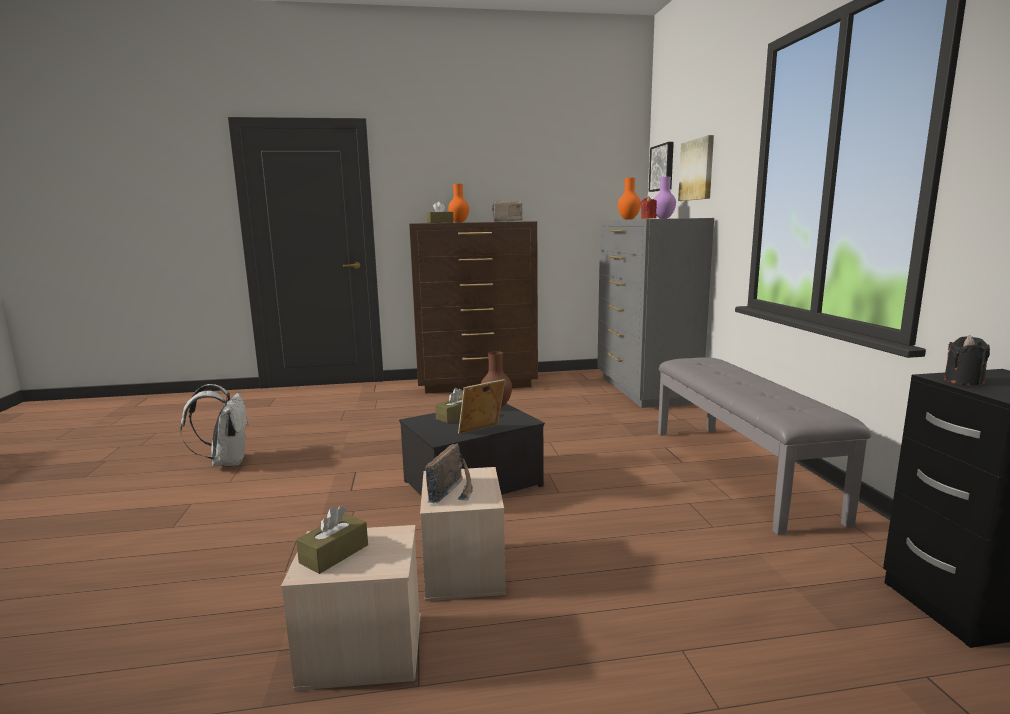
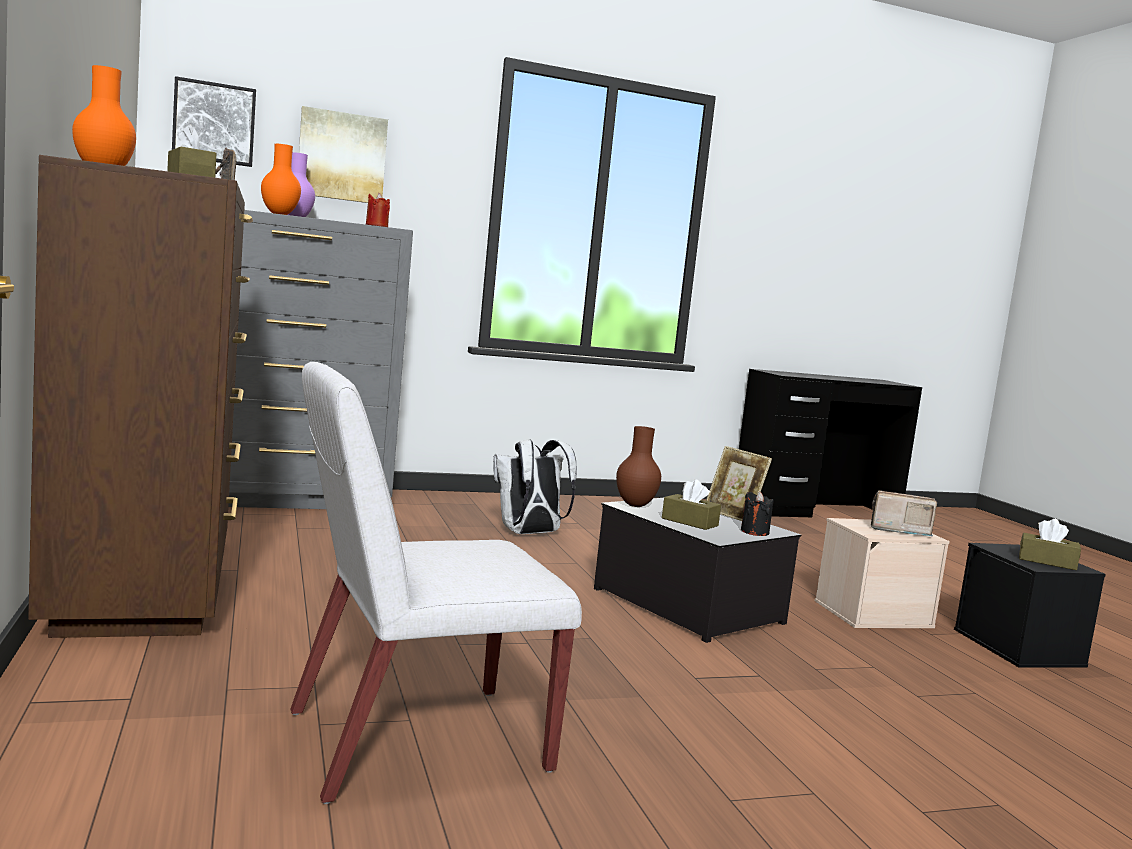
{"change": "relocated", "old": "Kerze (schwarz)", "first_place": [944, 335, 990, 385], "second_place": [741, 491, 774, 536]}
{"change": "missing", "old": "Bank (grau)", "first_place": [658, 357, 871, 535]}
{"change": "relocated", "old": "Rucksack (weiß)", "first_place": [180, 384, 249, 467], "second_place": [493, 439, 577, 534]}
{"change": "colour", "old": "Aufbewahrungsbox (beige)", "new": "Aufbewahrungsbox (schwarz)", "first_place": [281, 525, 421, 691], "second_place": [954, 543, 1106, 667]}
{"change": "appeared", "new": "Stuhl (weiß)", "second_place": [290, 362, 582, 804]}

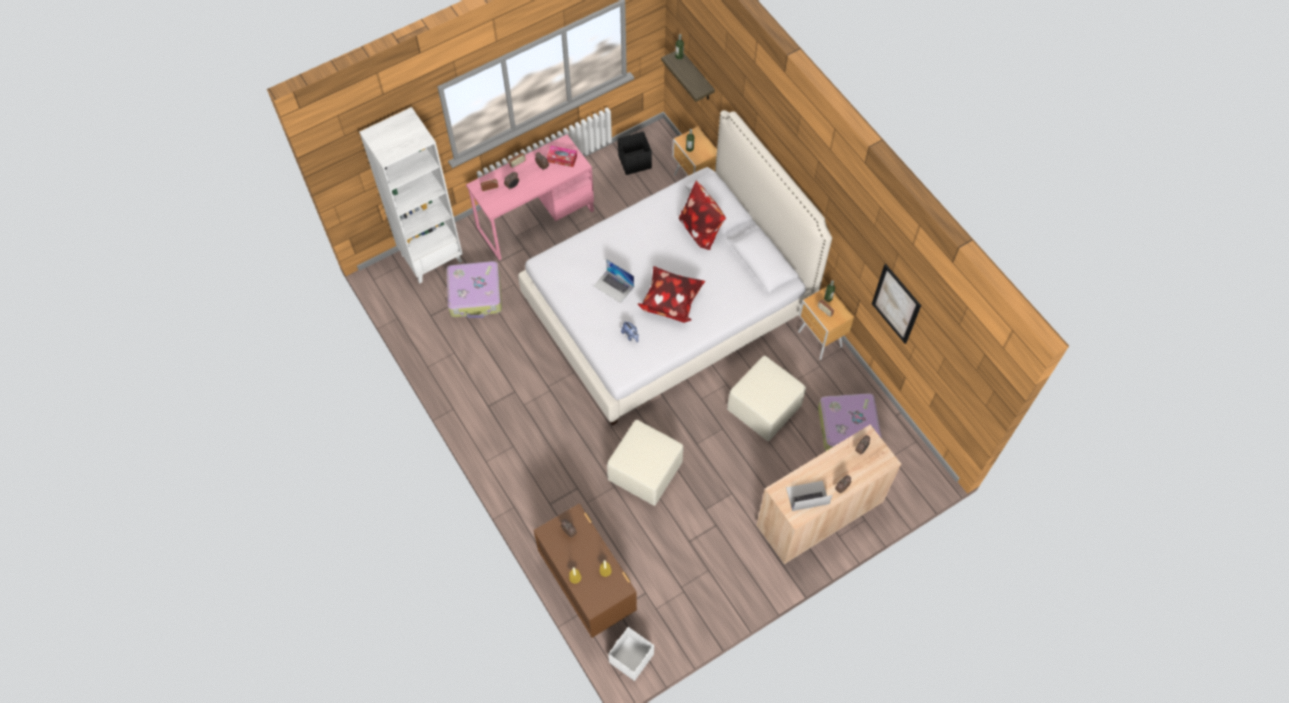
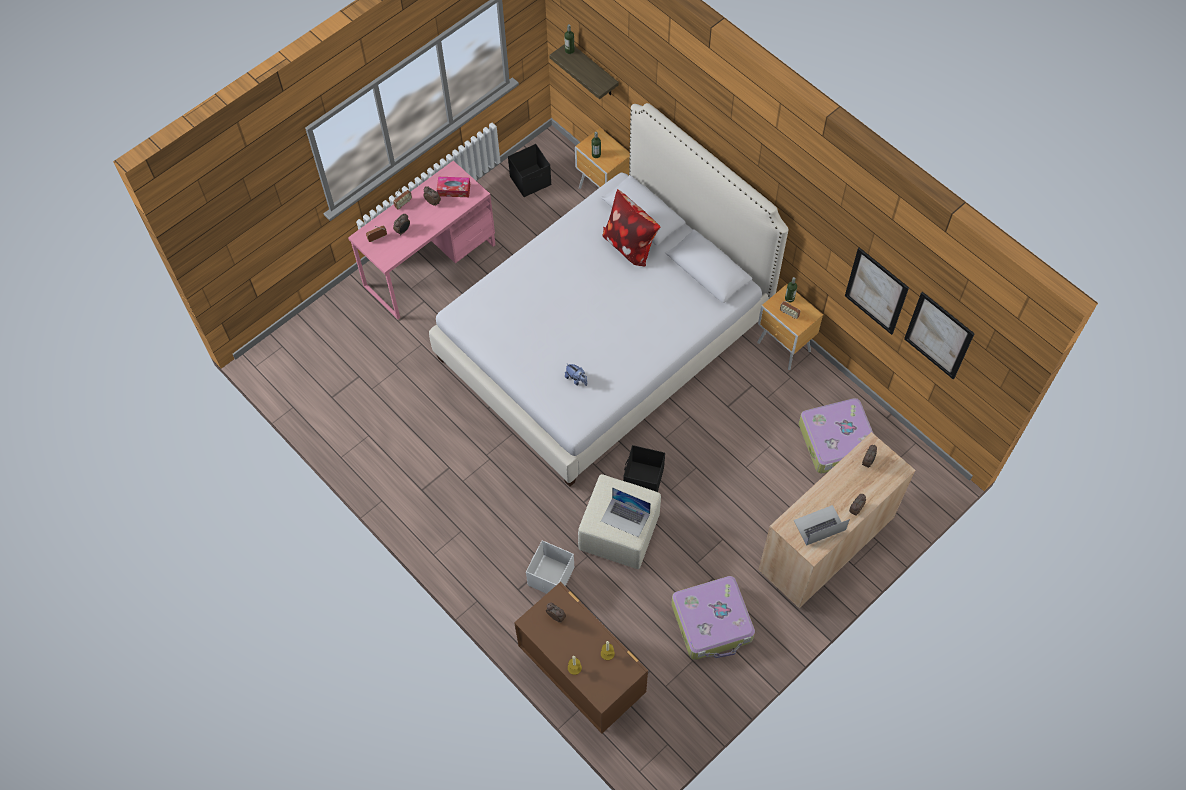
{"change": "missing", "old": "Bücherregal (weiß)", "first_place": [359, 107, 463, 284]}
{"change": "relocated", "old": "Laptop", "first_place": [594, 259, 634, 303], "second_place": [601, 487, 651, 537]}
{"change": "relocated", "old": "Koffer", "first_place": [446, 261, 502, 318], "second_place": [671, 576, 755, 660]}
{"change": "missing", "old": "Kissen", "first_place": [638, 266, 705, 323]}
{"change": "missing", "old": "Polsterhocker (beige)", "first_place": [727, 356, 806, 441]}
{"change": "relocated", "old": "Aufbewahrungsbox (weiß)", "first_place": [608, 627, 654, 681], "second_place": [526, 540, 574, 594]}
{"change": "appeared", "new": "Bild", "second_place": [904, 292, 975, 379]}
{"change": "appeared", "new": "Aufbewahrungsbox (schwarz)", "second_place": [623, 445, 665, 492]}

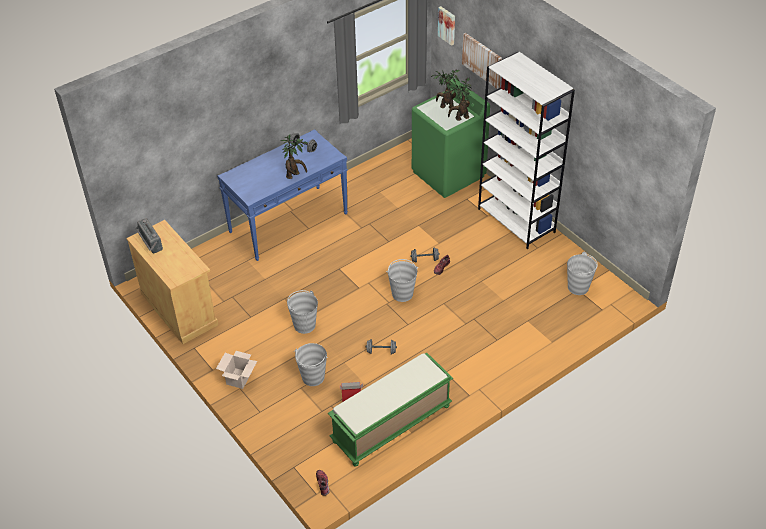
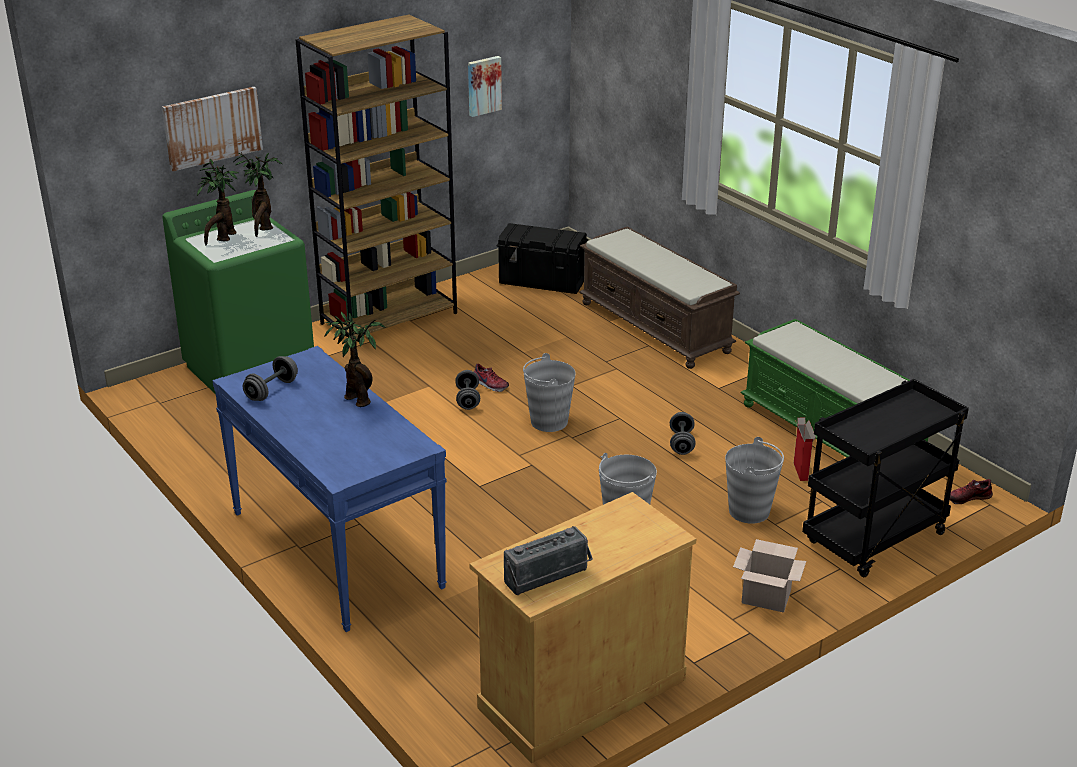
{"change": "relocated", "old": "Bild", "first_place": [438, 6, 455, 46], "second_place": [468, 56, 502, 117]}
{"change": "colour", "old": "Bücherregal (weiß)", "new": "Bücherregal (braun)", "first_place": [478, 52, 575, 249], "second_place": [296, 15, 457, 338]}
{"change": "exchanged", "old": "Eimer (grau)", "new": "Aufbewahrungsbox (schwarz)", "first_place": [567, 252, 598, 295], "second_place": [497, 223, 588, 294]}
{"change": "appeared", "new": "Bank (braun)", "second_place": [579, 227, 740, 369]}
{"change": "appeared", "new": "Rollwagen (schwarz)", "second_place": [802, 379, 969, 577]}

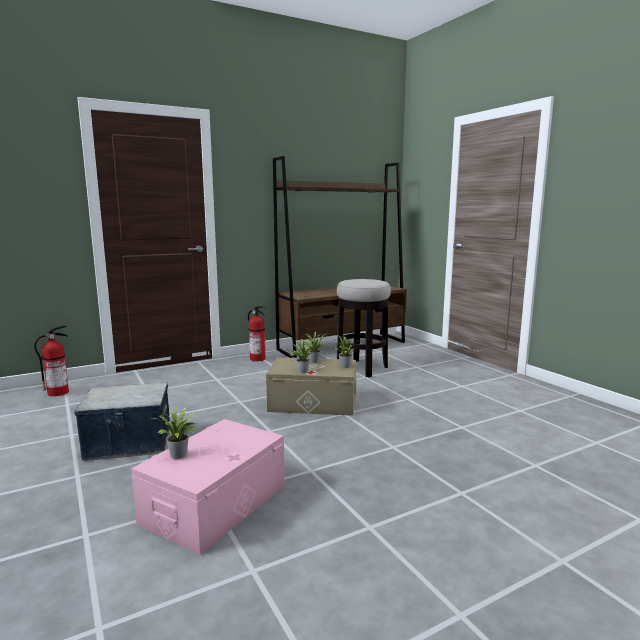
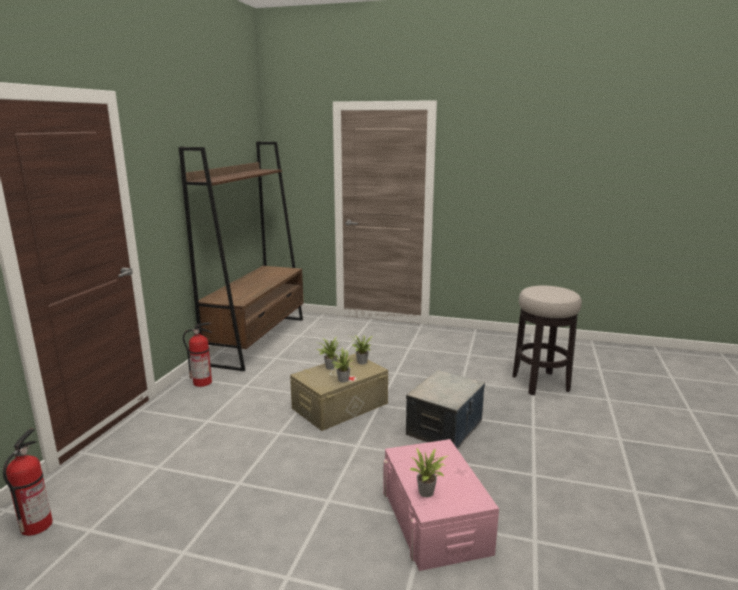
{"change": "relocated", "old": "Hocker", "first_place": [337, 279, 391, 377], "second_place": [512, 286, 582, 395]}
{"change": "relocated", "old": "Aufbewahrungsbox", "first_place": [74, 383, 170, 461], "second_place": [406, 370, 485, 449]}

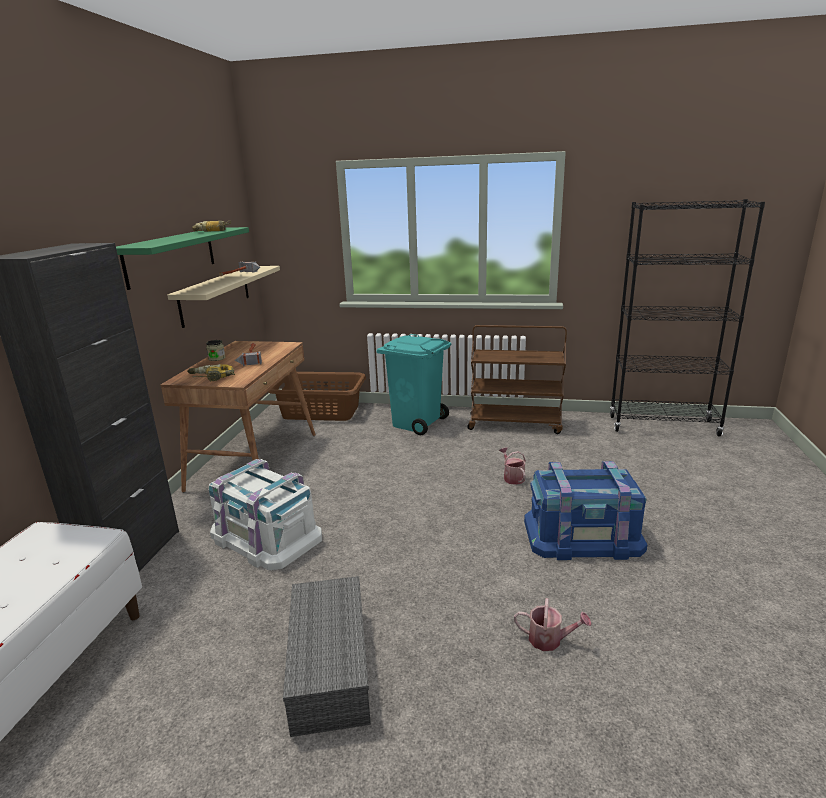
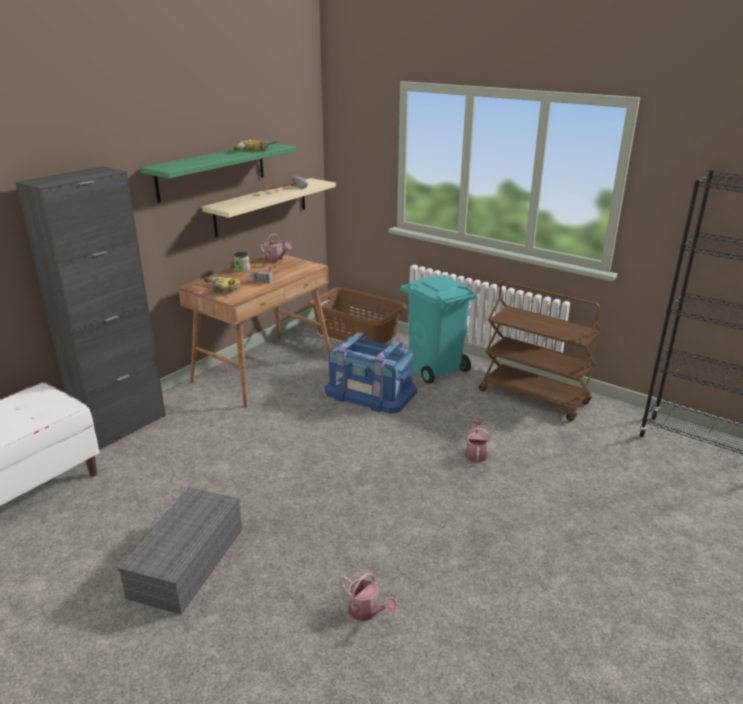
{"change": "missing", "old": "Aufbewahrungsbox (weiß)", "first_place": [209, 459, 322, 570]}
{"change": "relocated", "old": "Aufbewahrungsbox (blau)", "first_place": [524, 461, 647, 560], "second_place": [325, 332, 417, 413]}
{"change": "appeared", "new": "Gießkanne", "second_place": [260, 234, 292, 263]}

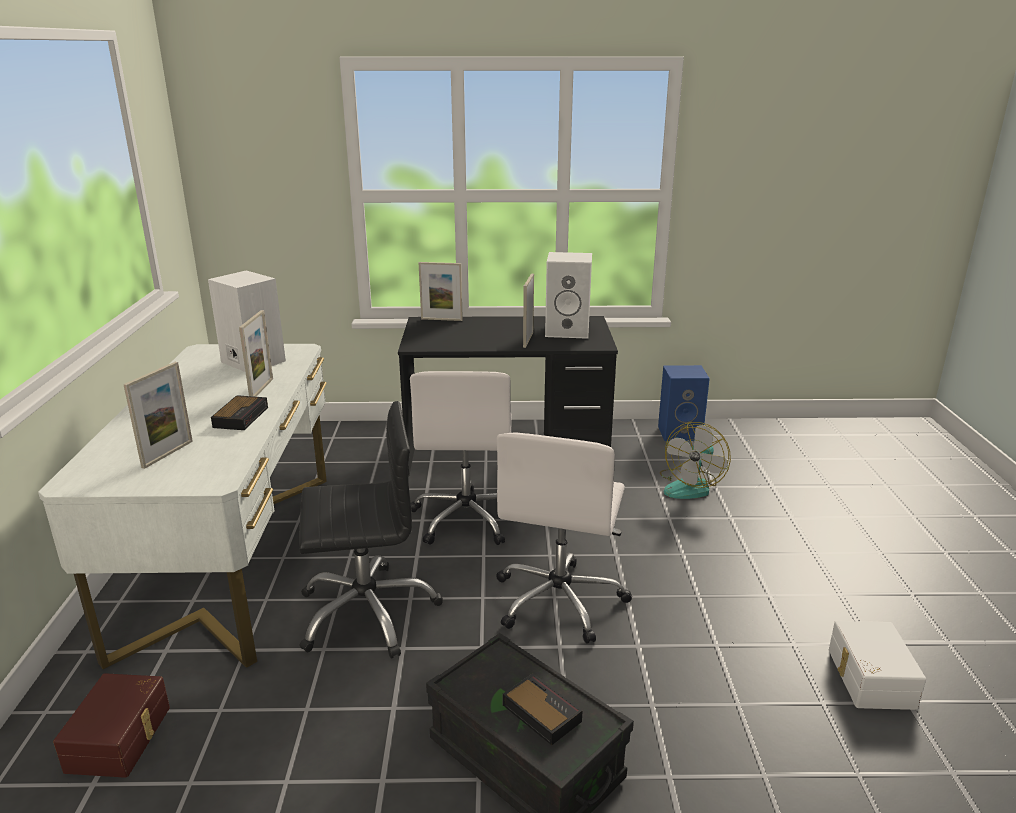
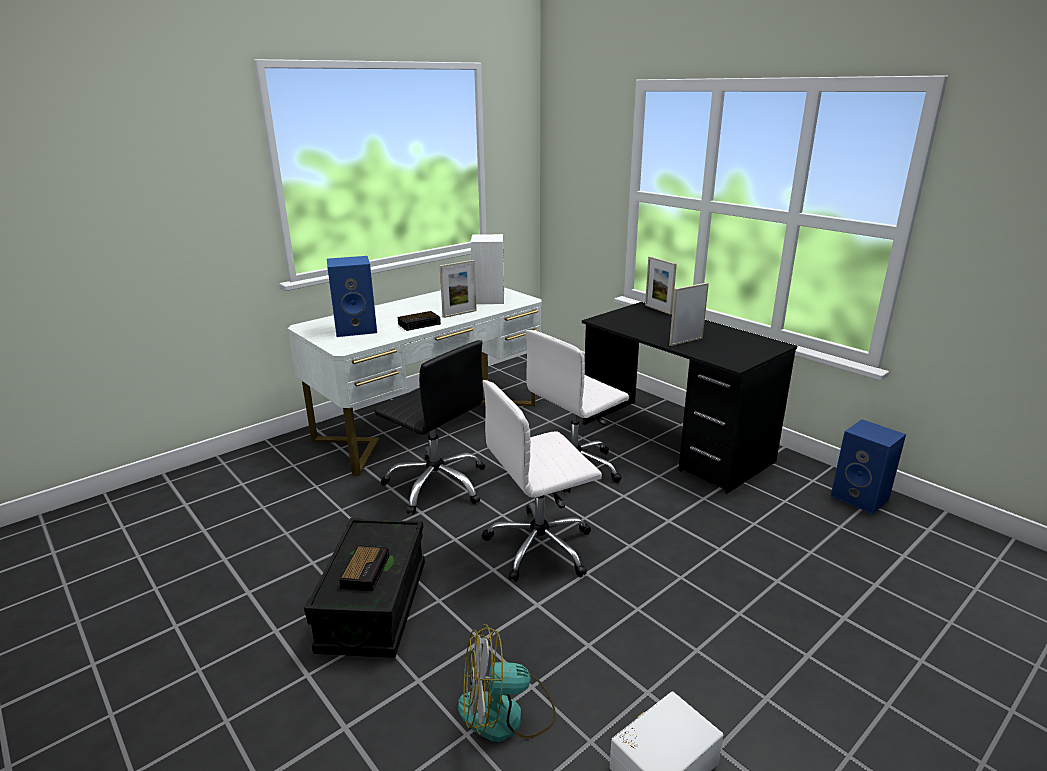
{"change": "missing", "old": "Lautsprecher (weiß)", "first_place": [545, 252, 592, 339]}
{"change": "exchanged", "old": "Bilderrahmen", "new": "Lautsprecher (blau)", "first_place": [123, 362, 193, 469], "second_place": [327, 256, 377, 337]}
{"change": "relocated", "old": "Ventilator", "first_place": [660, 422, 731, 499], "second_place": [458, 624, 556, 742]}
{"change": "missing", "old": "Aufbewahrungsbox (braun)", "first_place": [53, 673, 170, 778]}

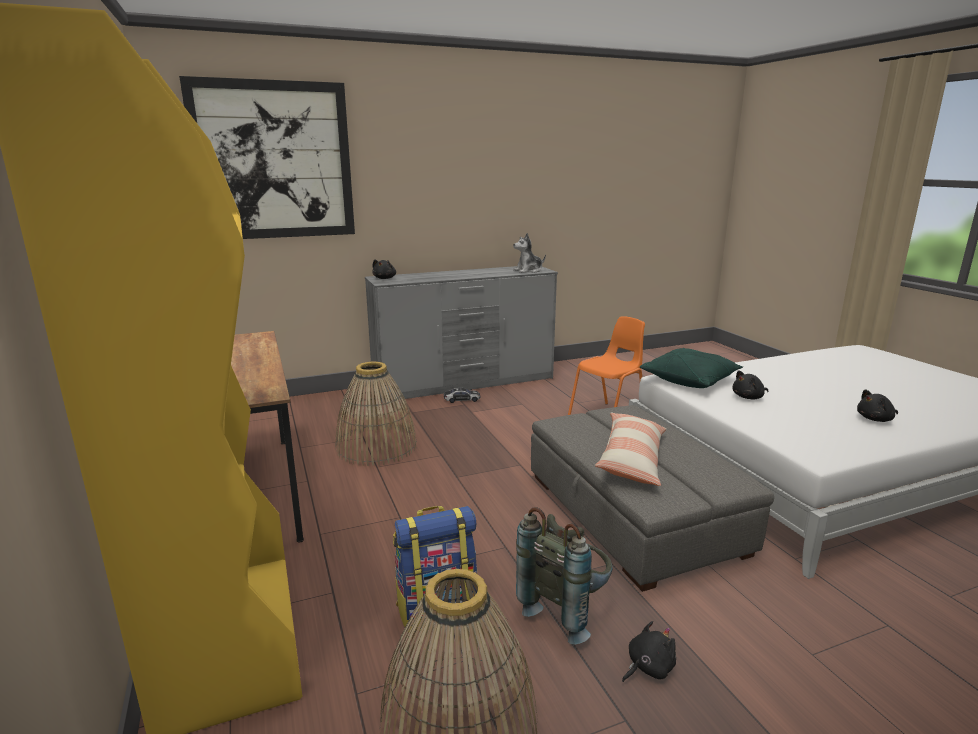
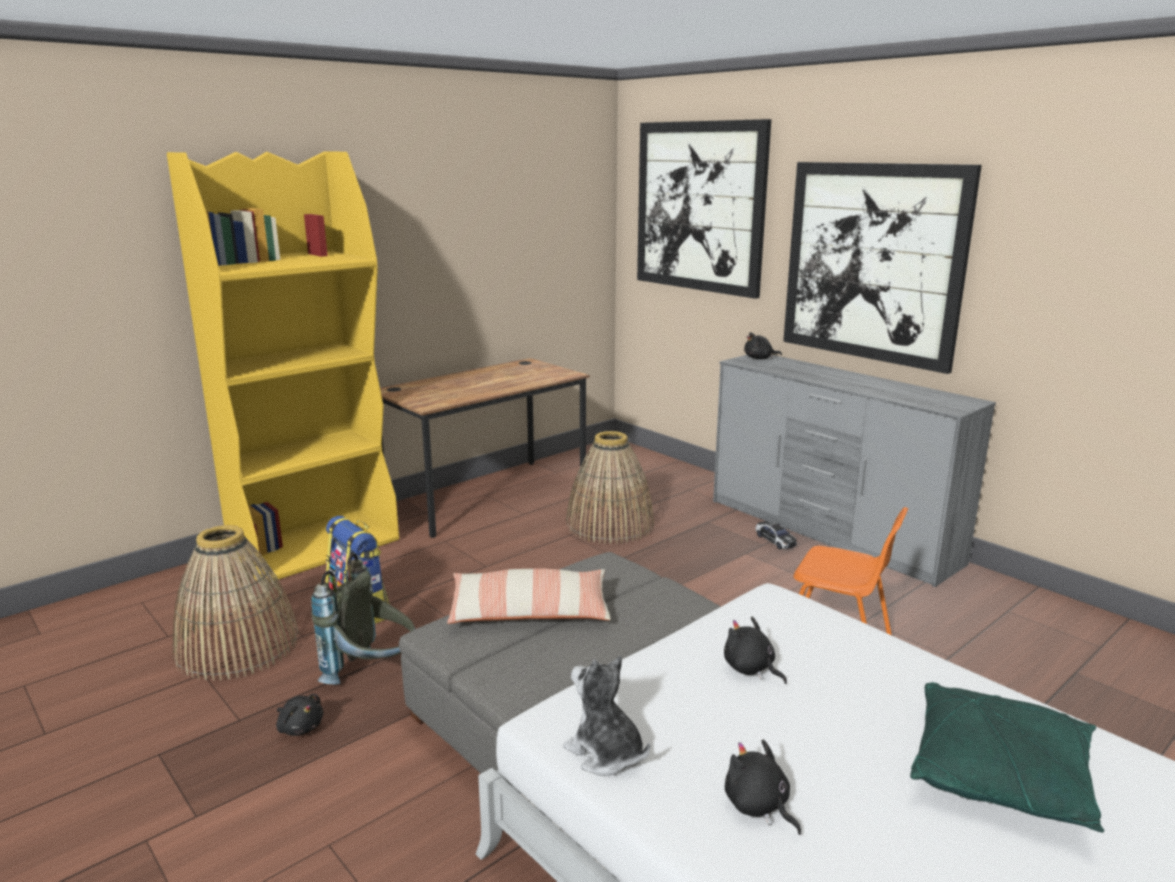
{"change": "relocated", "old": "Plüschtier", "first_place": [513, 233, 546, 273], "second_place": [563, 656, 650, 776]}
{"change": "relocated", "old": "Kissen (grün)", "first_place": [640, 348, 743, 388], "second_place": [910, 682, 1104, 832]}
{"change": "appeared", "new": "Bild", "second_place": [783, 162, 982, 374]}

